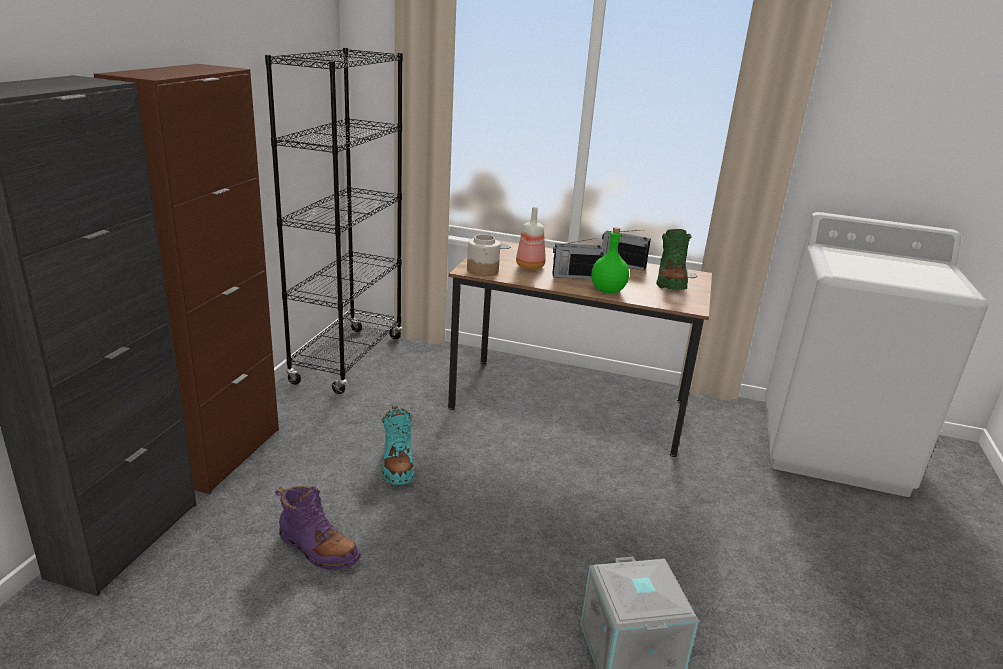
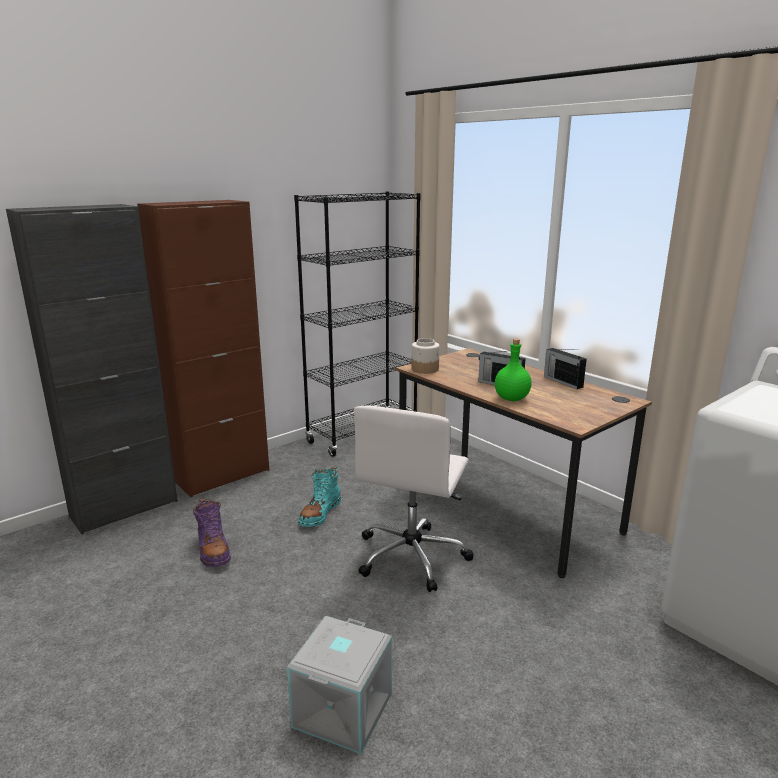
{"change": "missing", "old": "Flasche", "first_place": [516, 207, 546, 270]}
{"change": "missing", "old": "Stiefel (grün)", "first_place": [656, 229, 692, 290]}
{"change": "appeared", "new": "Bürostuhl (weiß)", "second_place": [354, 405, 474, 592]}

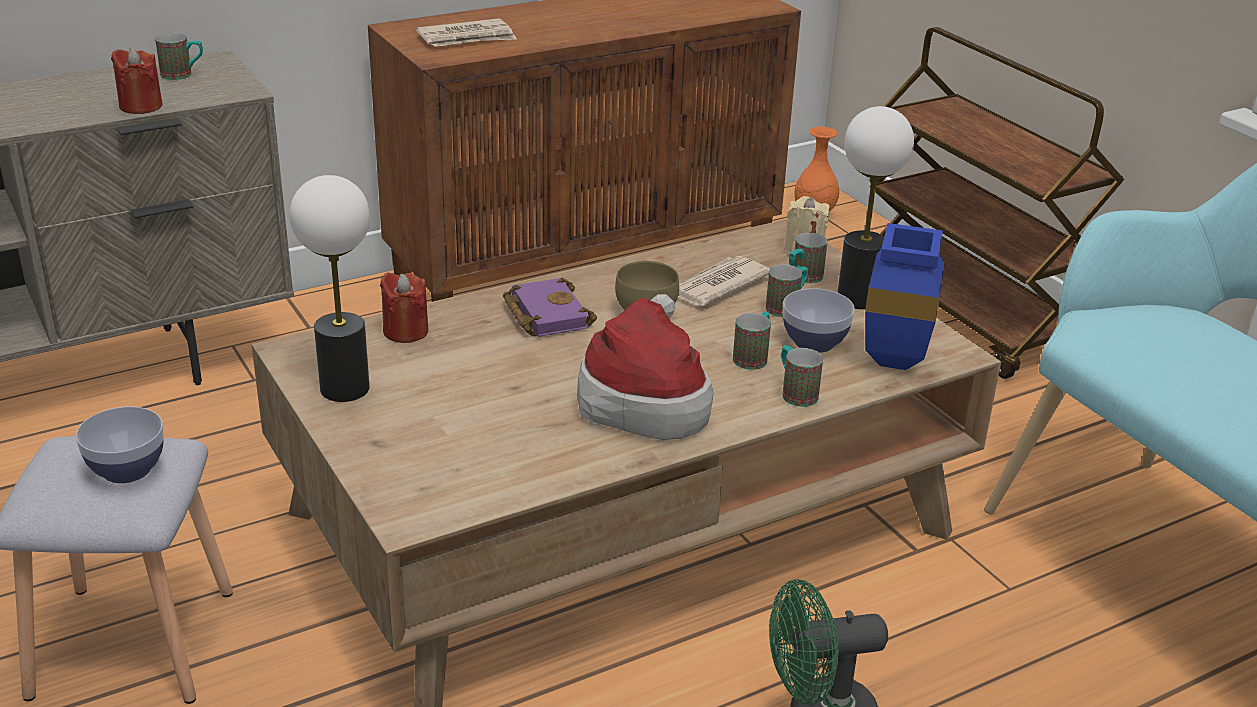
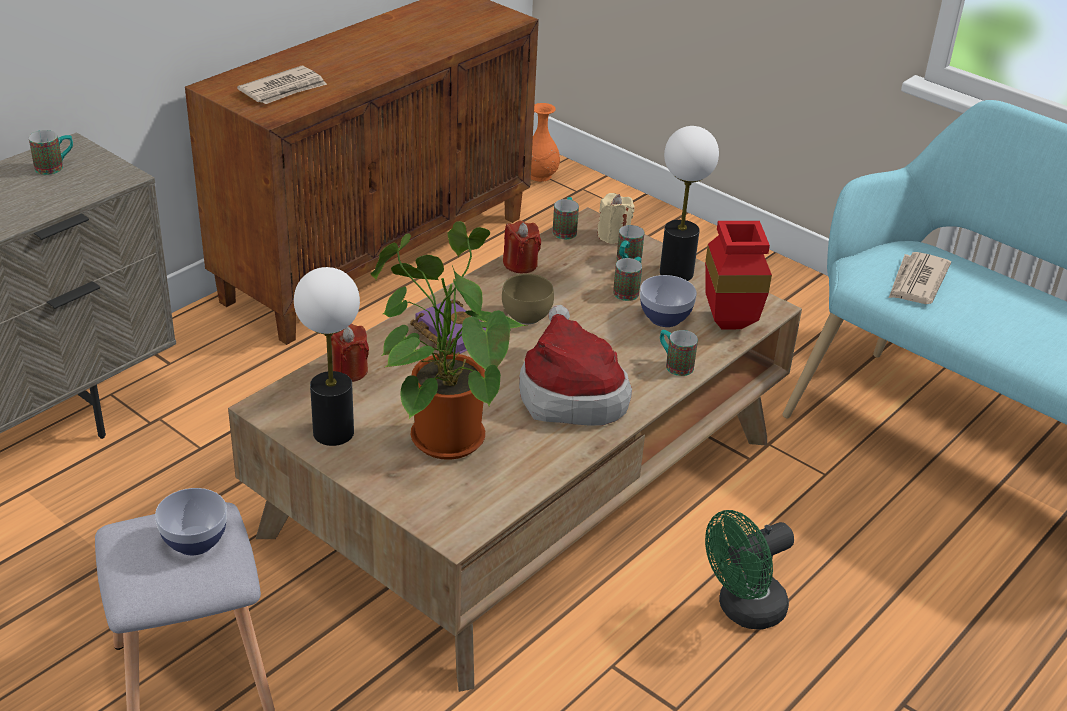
{"change": "missing", "old": "Rollwagen (braun)", "first_place": [869, 27, 1124, 379]}
{"change": "relocated", "old": "Kerze (rot)", "first_place": [111, 48, 163, 114], "second_place": [503, 221, 541, 273]}
{"change": "colour", "old": "Vase (blau)", "new": "Vase (rot)", "first_place": [865, 223, 945, 370], "second_place": [705, 221, 772, 330]}
{"change": "relocated", "old": "Zeitung", "first_place": [678, 256, 770, 306], "second_place": [889, 252, 951, 304]}
{"change": "relocated", "old": "Henkelbecher", "first_place": [733, 312, 771, 370], "second_place": [552, 197, 579, 239]}
{"change": "appeared", "new": "Topfpflanze", "second_place": [371, 221, 527, 460]}

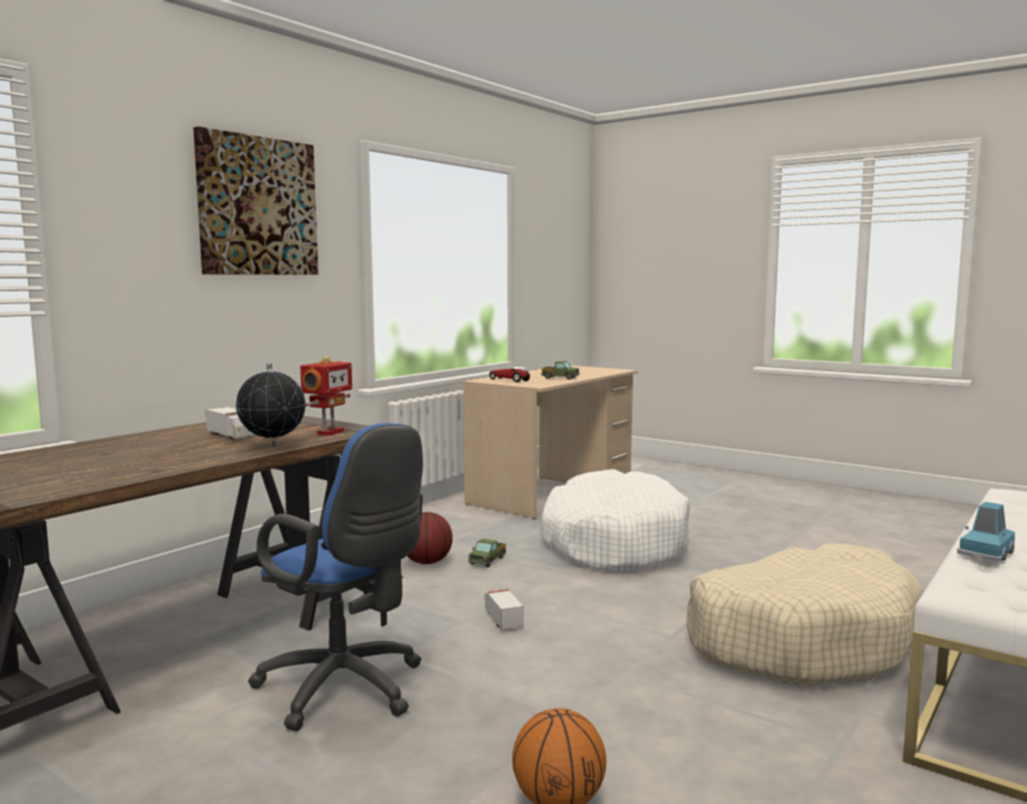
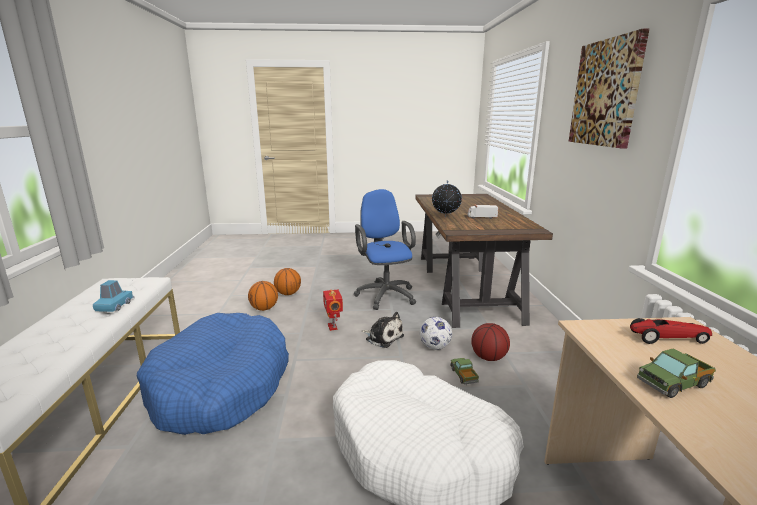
{"change": "relocated", "old": "Spielzeugroboter", "first_place": [300, 356, 352, 436], "second_place": [323, 289, 343, 331]}
{"change": "spun", "old": "Bürostuhl (blau)", "first_place": [248, 423, 423, 731], "second_place": [354, 189, 416, 310], "degrees": 75}
{"change": "colour", "old": "Hundebett (beige)", "new": "Hundebett (blau)", "first_place": [686, 543, 923, 686], "second_place": [137, 313, 289, 435]}
{"change": "exchanged", "old": "Spielzeuglaster", "new": "Plüschtier", "first_place": [484, 589, 524, 629], "second_place": [362, 312, 404, 348]}
{"change": "appeared", "new": "Basketball", "second_place": [248, 281, 278, 311]}
{"change": "appeared", "new": "Fußball", "second_place": [420, 317, 452, 350]}

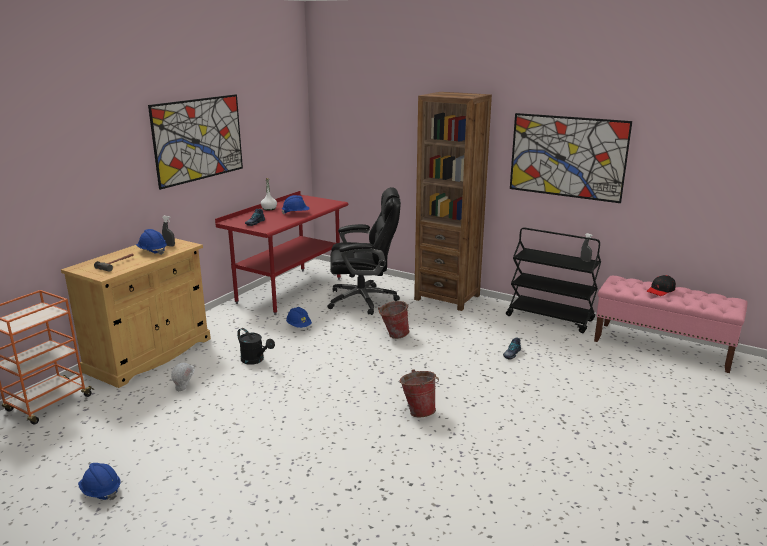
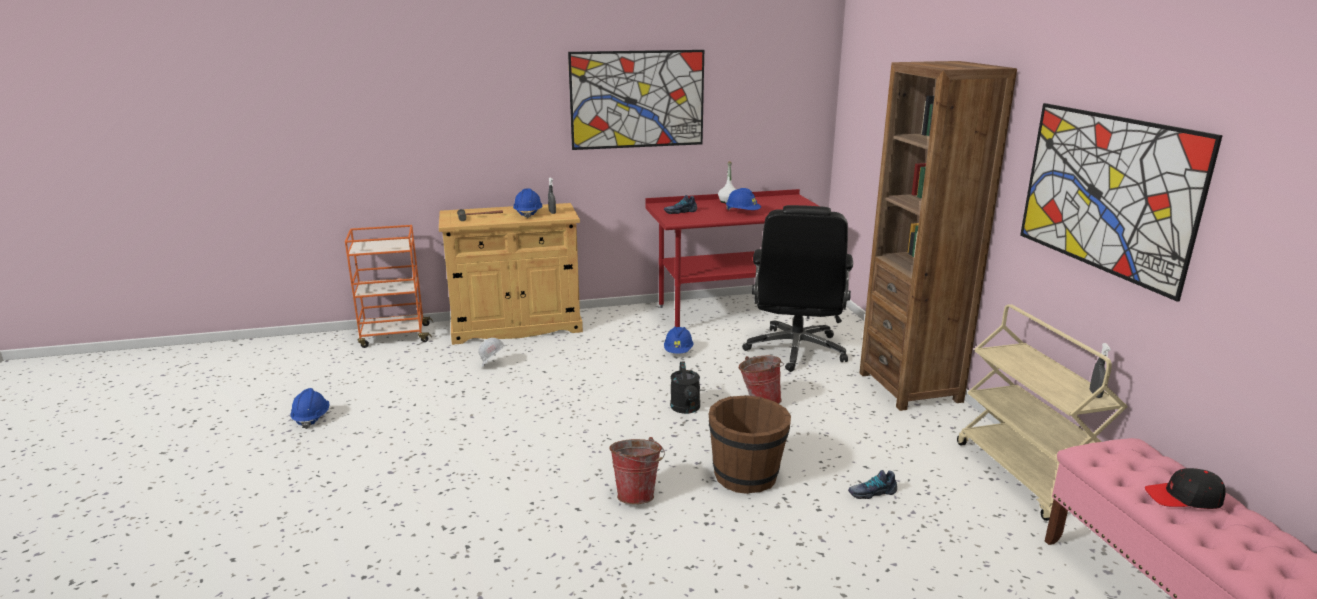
{"change": "spun", "old": "Bürostuhl (schwarz)", "first_place": [327, 187, 401, 315], "second_place": [742, 205, 853, 372], "degrees": 60}
{"change": "colour", "old": "Rollwagen (schwarz)", "new": "Rollwagen (beige)", "first_place": [506, 228, 601, 333], "second_place": [957, 304, 1128, 521]}
{"change": "relocated", "old": "Gießkanne (schwarz)", "first_place": [237, 328, 275, 365], "second_place": [670, 361, 700, 414]}
{"change": "appeared", "new": "Eimer (braun)", "second_place": [709, 395, 791, 494]}

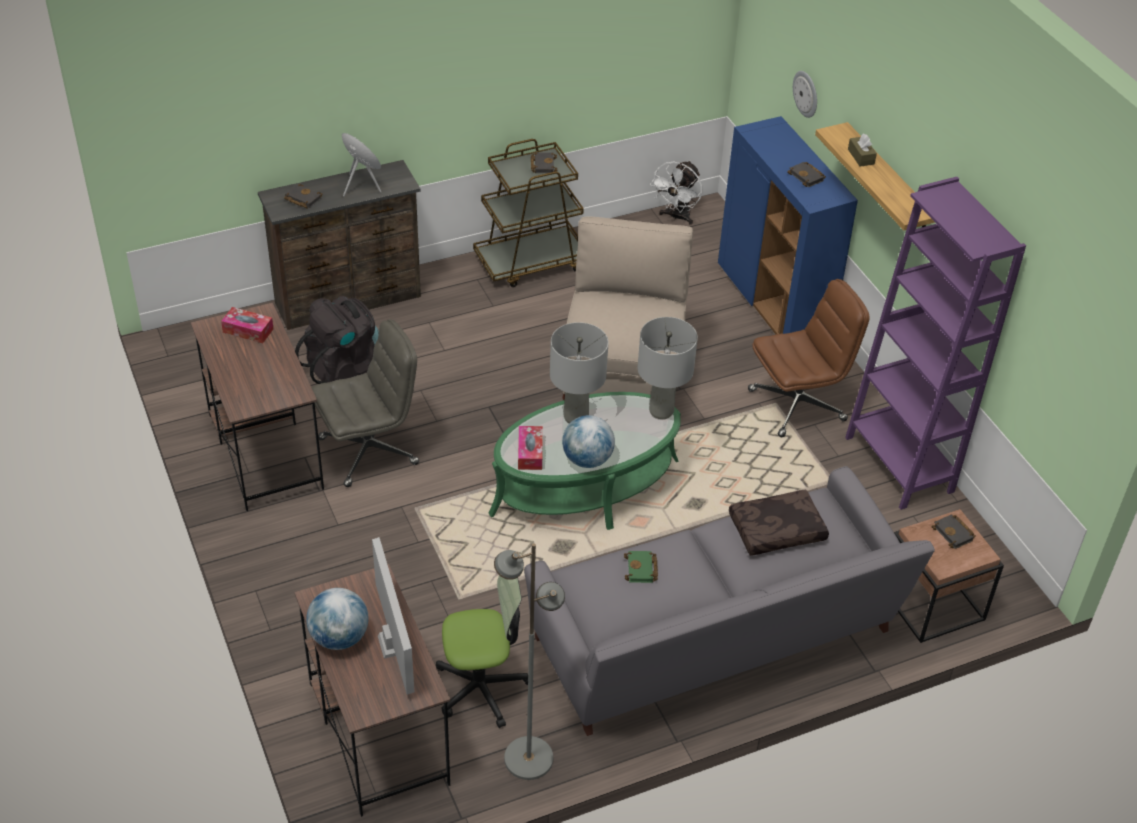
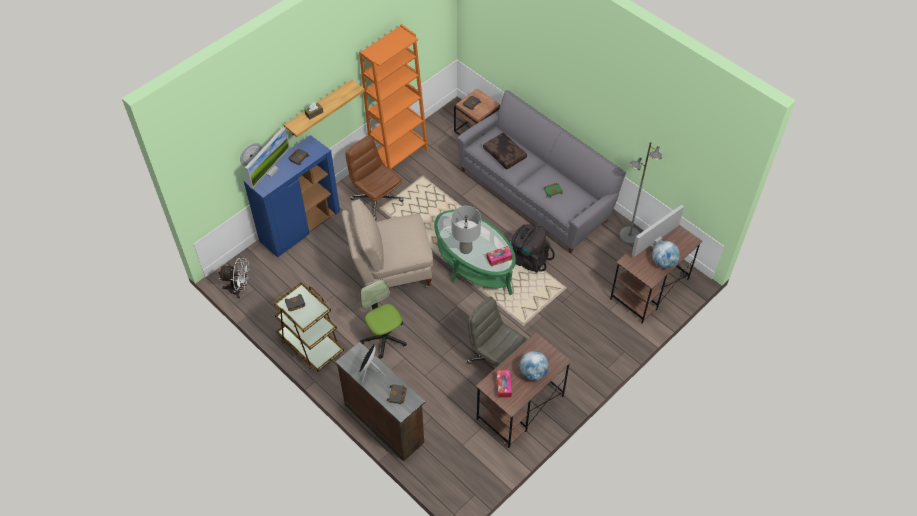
{"change": "colour", "old": "Bücherregal (lila)", "new": "Bücherregal (orange)", "first_place": [845, 177, 1026, 510], "second_place": [359, 24, 428, 169]}
{"change": "relocated", "old": "Rucksack (schwarz)", "first_place": [295, 296, 379, 384], "second_place": [510, 224, 555, 273]}
{"change": "missing", "old": "Tischlampe (grau)", "first_place": [637, 317, 698, 419]}
{"change": "relocated", "old": "Globus", "first_place": [562, 415, 615, 468], "second_place": [519, 351, 549, 380]}
{"change": "relocated", "old": "Bürostuhl", "first_place": [436, 576, 528, 728], "second_place": [359, 279, 407, 359]}
{"change": "appeared", "new": "Monitor", "second_place": [245, 127, 290, 189]}

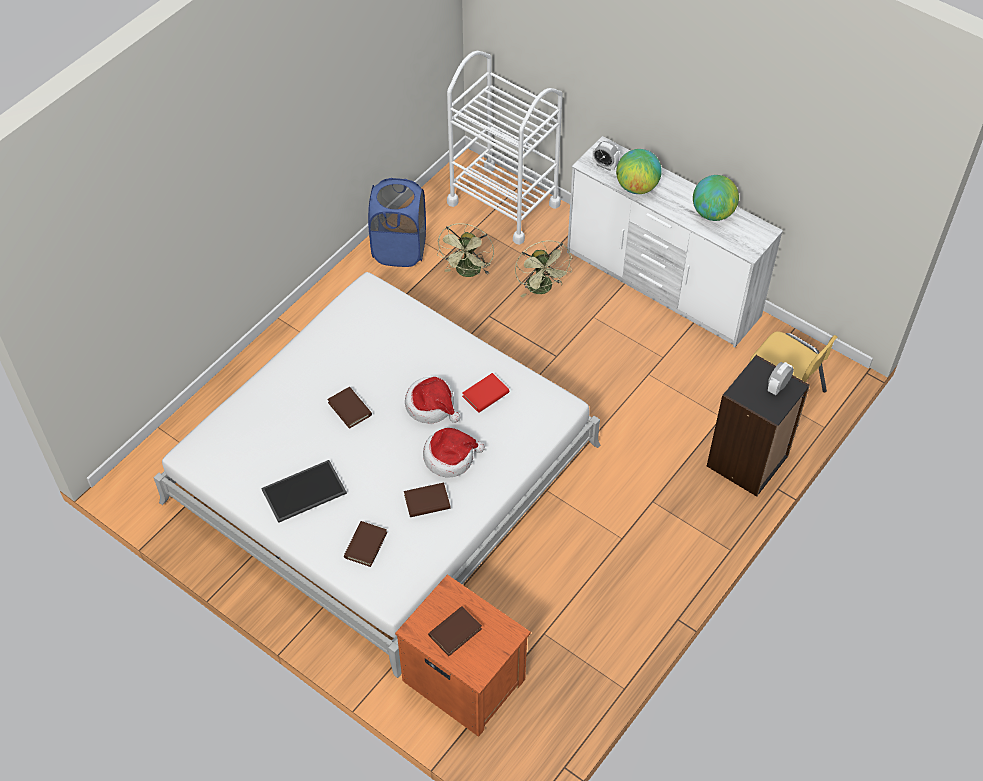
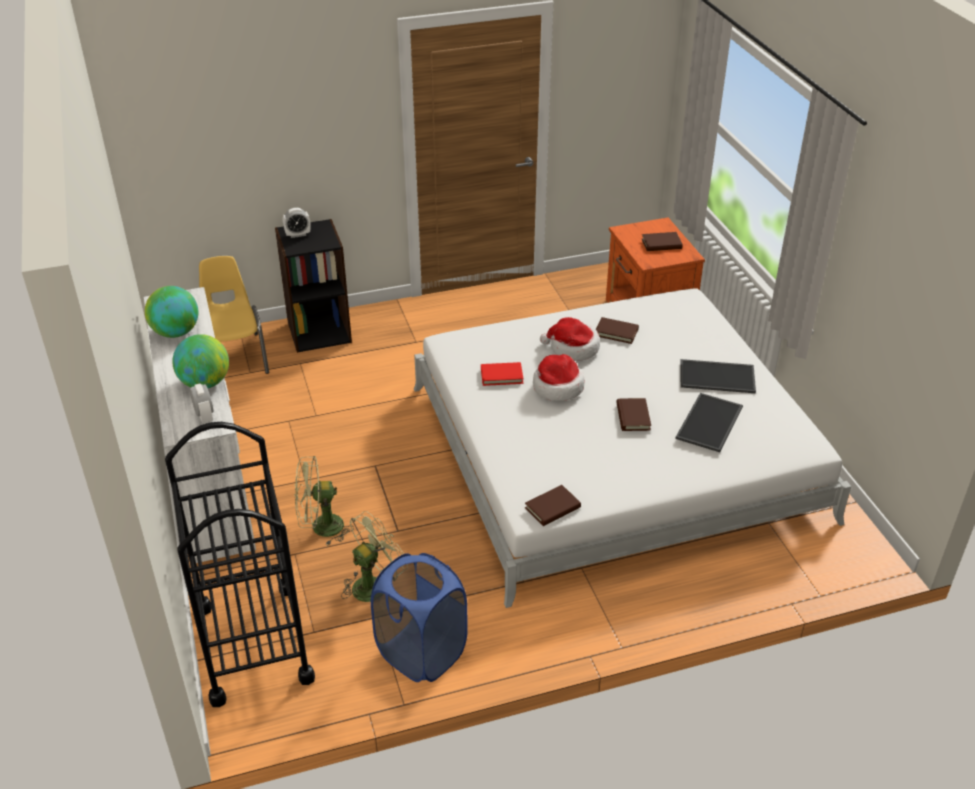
{"change": "colour", "old": "Rollwagen (weiß)", "new": "Rollwagen (schwarz)", "first_place": [447, 51, 563, 245], "second_place": [165, 422, 315, 707]}
{"change": "spun", "old": "Ventilator (grün)", "first_place": [515, 240, 572, 298], "second_place": [295, 456, 354, 546], "degrees": -120}
{"change": "relocated", "old": "Buch (braun)", "first_place": [344, 521, 387, 567], "second_place": [525, 485, 581, 526]}
{"change": "appeared", "new": "Tablett", "second_place": [675, 393, 743, 452]}

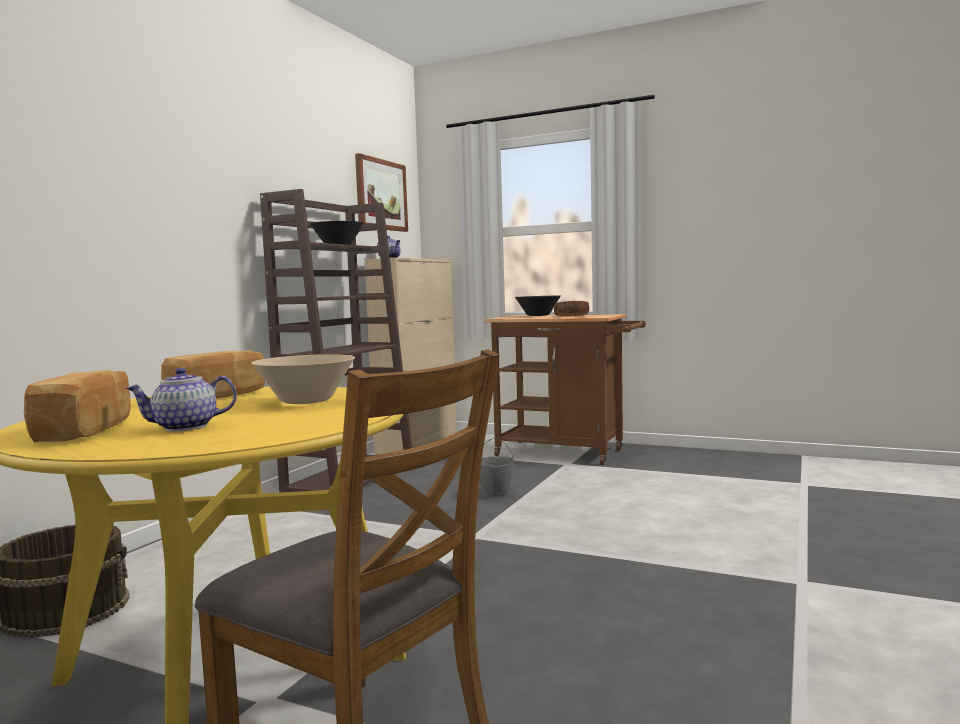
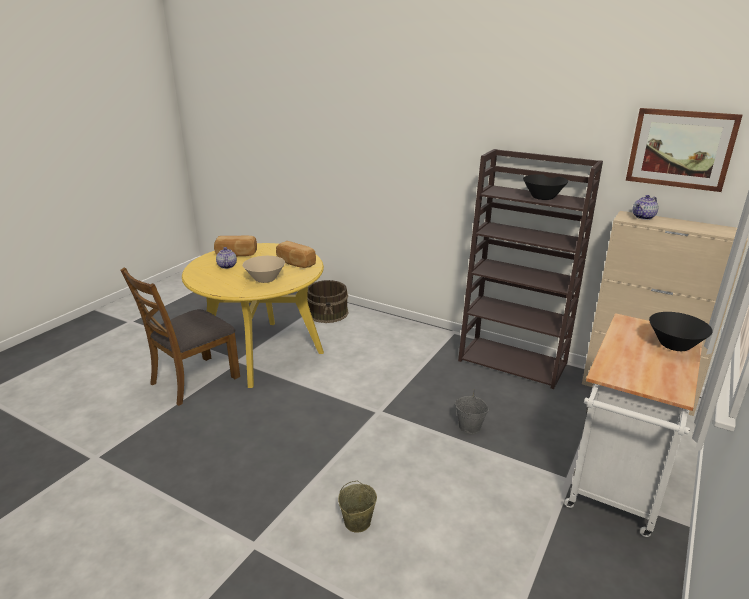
{"change": "missing", "old": "Schüssel", "first_place": [554, 301, 589, 317]}
{"change": "colour", "old": "Rollwagen (braun)", "new": "Rollwagen (weiß)", "first_place": [484, 314, 646, 465], "second_place": [564, 313, 703, 537]}
{"change": "appeared", "new": "Eimer (beige)", "second_place": [338, 481, 377, 532]}

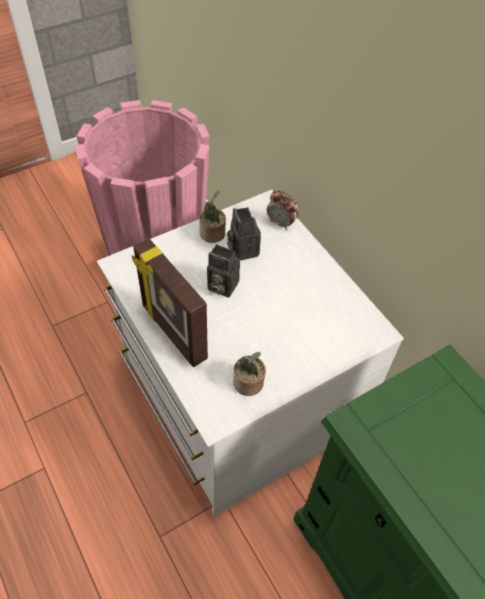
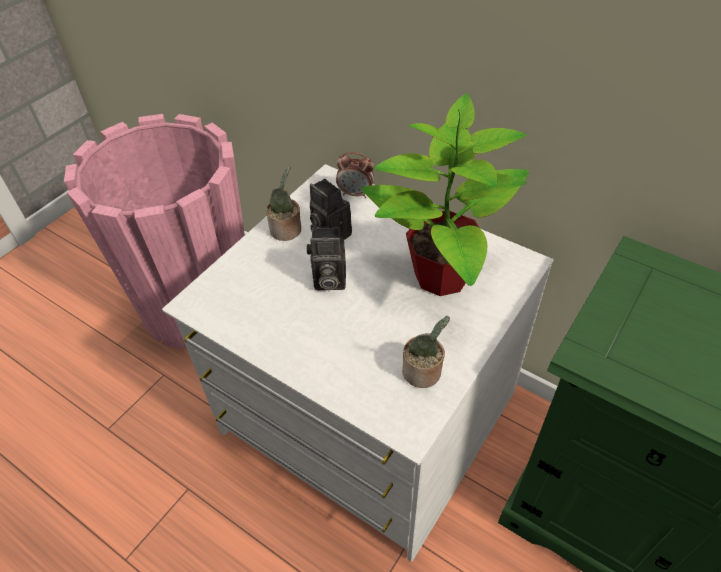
{"change": "missing", "old": "Bilderrahmen", "first_place": [132, 238, 208, 367]}
{"change": "appeared", "new": "Topfpflanze", "second_place": [361, 93, 529, 296]}

